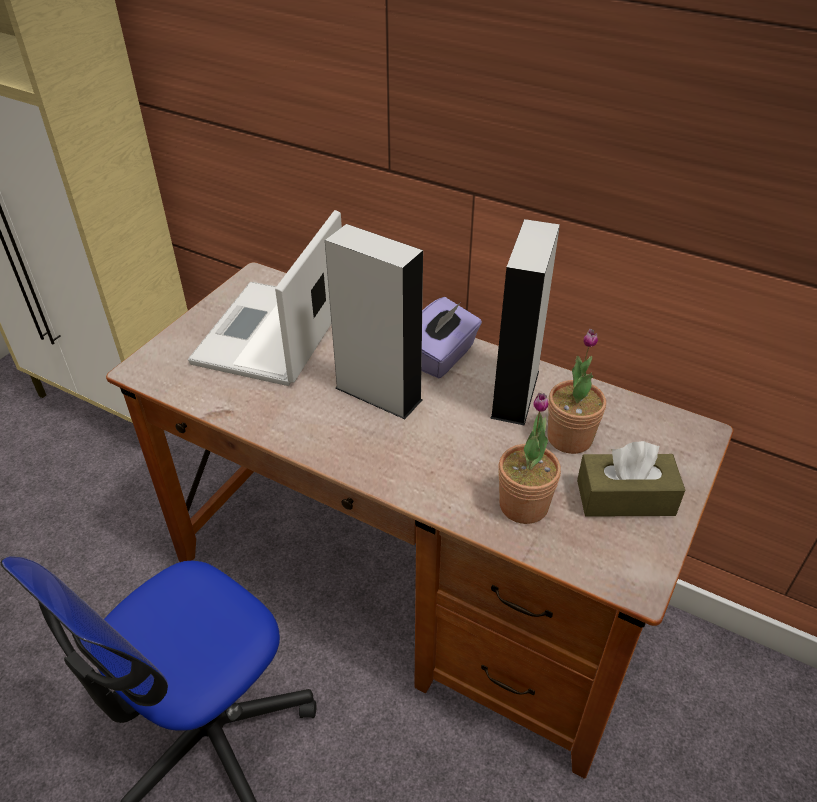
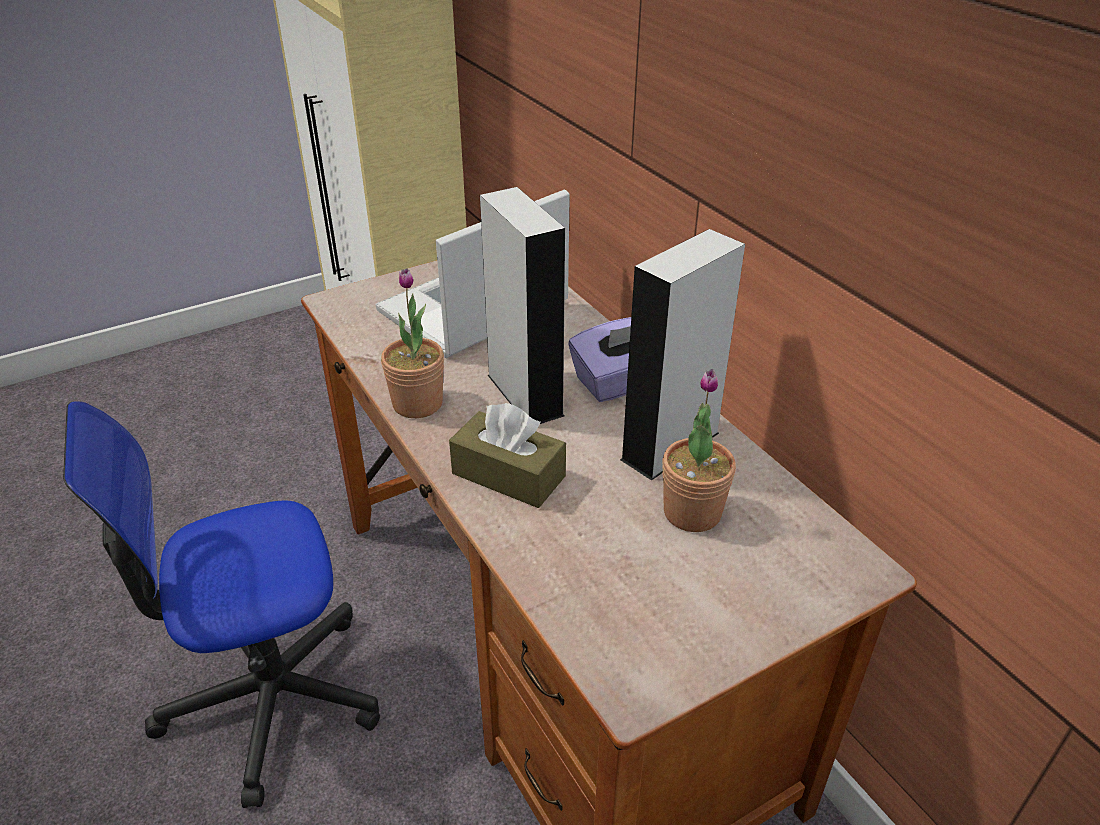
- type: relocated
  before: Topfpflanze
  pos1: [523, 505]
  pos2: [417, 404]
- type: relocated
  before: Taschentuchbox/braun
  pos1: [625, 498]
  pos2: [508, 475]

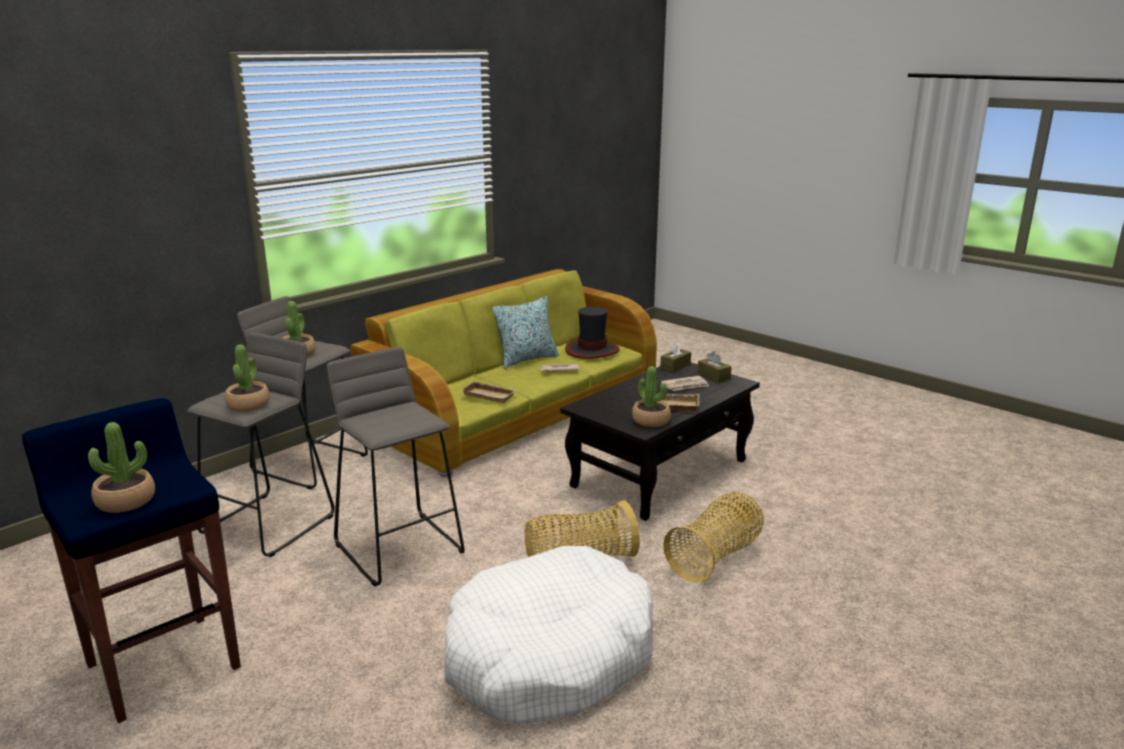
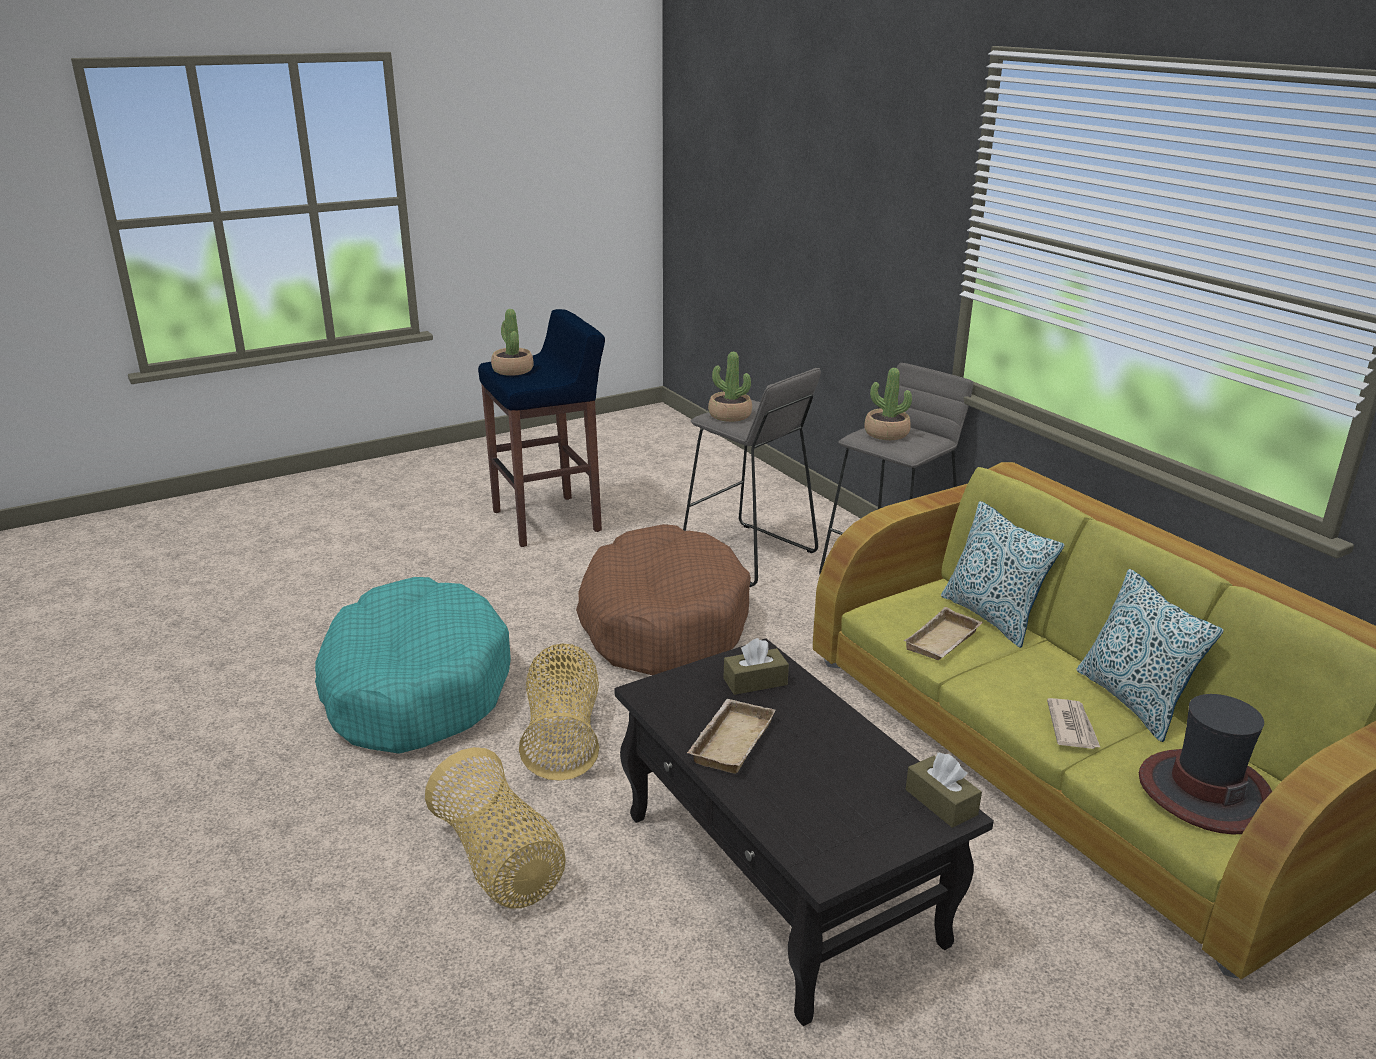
- type: exchanged
  before: Hocker/grau
  after: Hundebett/braun
  pos1: [400, 548]
  pos2: [662, 622]
- type: relocated
  before: Taschentuchbox/braun
  pos1: [713, 376]
  pos2: [755, 681]
- type: missing
  before: Topfpflanze
  pos1: [651, 420]
- type: missing
  before: Zeitung
  pos1: [685, 386]
- type: colour
  before: Hundebett/weiß
  after: Hundebett/türkis
  pos1: [549, 656]
  pos2: [414, 687]
- type: appeared
  after: Kissen
  pos2: [991, 617]

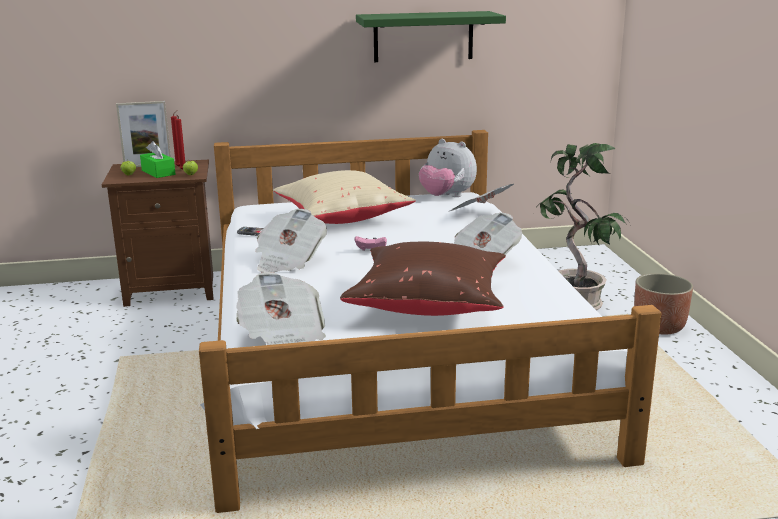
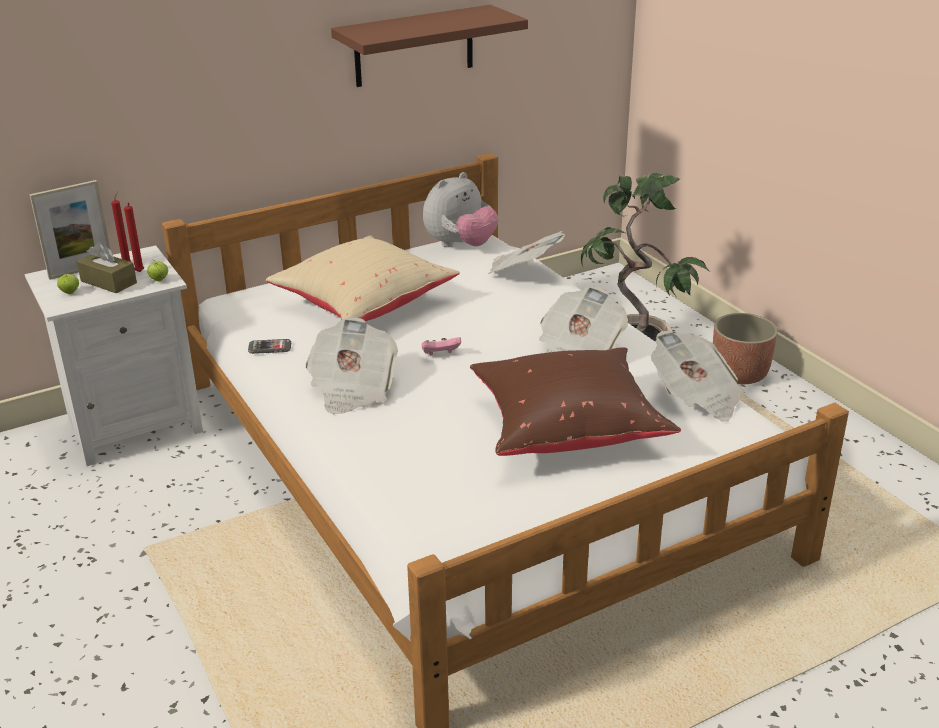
- type: colour
  before: Wandregal/grün
  after: Wandregal/braun
  pos1: [423, 36]
  pos2: [414, 46]
- type: spun
  before: Plüschtier
  pos1: [446, 197]
  pos2: [460, 245]
  turn: -60
- type: colour
  before: Taschentuchbox/grün
  after: Taschentuchbox/braun
  pos1: [158, 172]
  pos2: [108, 282]
- type: colour
  before: Nachttisch/braun
  after: Nachttisch/weiß
  pos1: [171, 289]
  pos2: [133, 425]
- type: relocated
  before: Zeitung
  pos1: [282, 337]
  pos2: [696, 397]

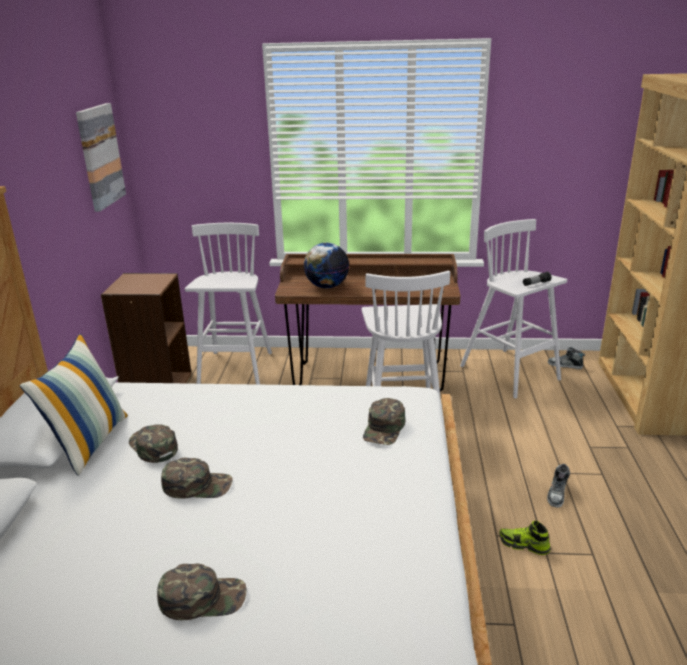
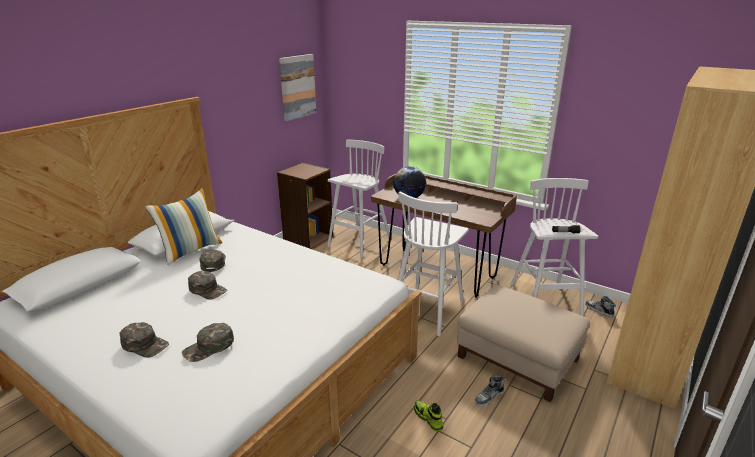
- type: relocated
  before: Kappe/grün
  pos1: [384, 428]
  pos2: [209, 347]
- type: appeared
  after: Polsterhocker/beige
  pos2: [518, 358]

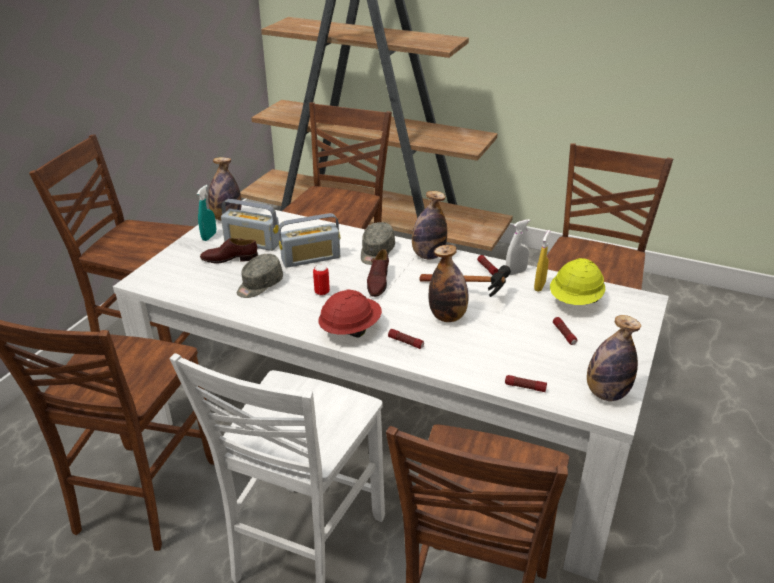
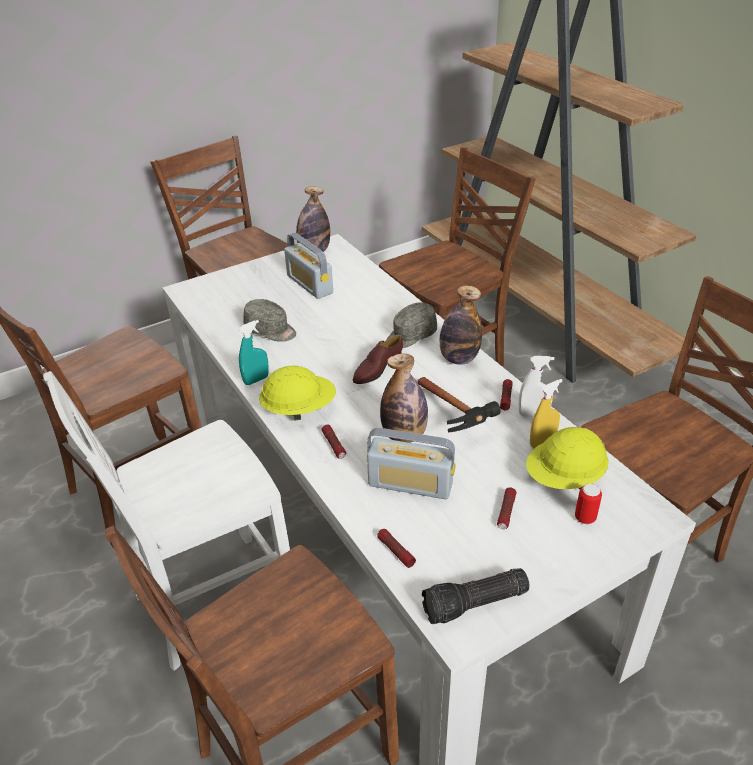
- type: relocated
  before: Sprühflasche/türkis
  pos1: [209, 236]
  pos2: [256, 380]
- type: relocated
  before: Radio
  pos1: [311, 258]
  pos2: [410, 484]
- type: missing
  before: Schuh/braun
  pos1: [229, 259]
- type: spun
  before: Kappe/grau
  pos1: [259, 285]
  pos2: [271, 330]
  turn: -135
- type: relocated
  before: Dose
  pos1: [322, 292]
  pos2: [585, 518]
- type: colour
  before: Schutzhelm/rot
  after: Schutzhelm/gelb
  pos1: [350, 330]
  pos2: [299, 409]
- type: exchanged
  before: Flasche
  after: Taschenlampe
  pos1: [606, 393]
  pos2: [475, 605]

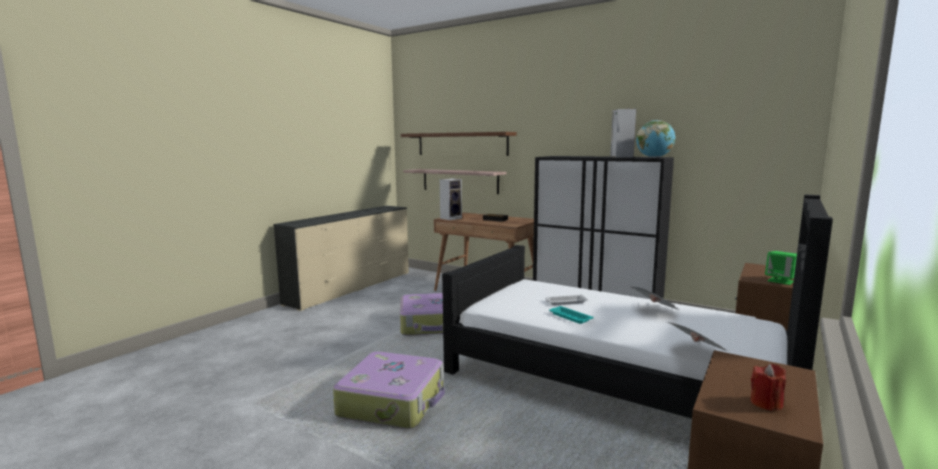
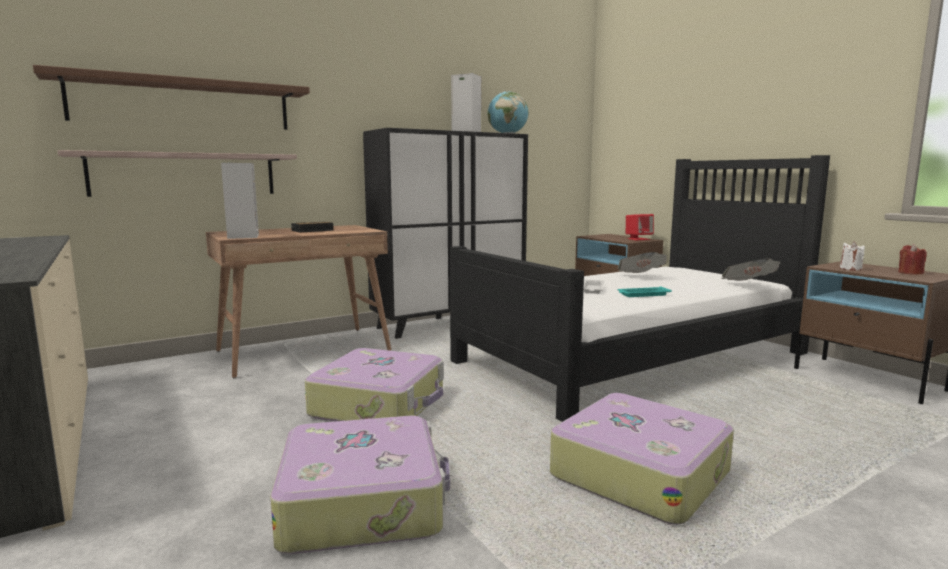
- type: colour
  before: Lautsprecher/grün
  after: Lautsprecher/rot
  pos1: [781, 281]
  pos2: [638, 239]
- type: appeared
  after: Kerze/weiß
  pos2: [850, 269]
- type: appeared
  after: Koffer
  pos2: [363, 501]

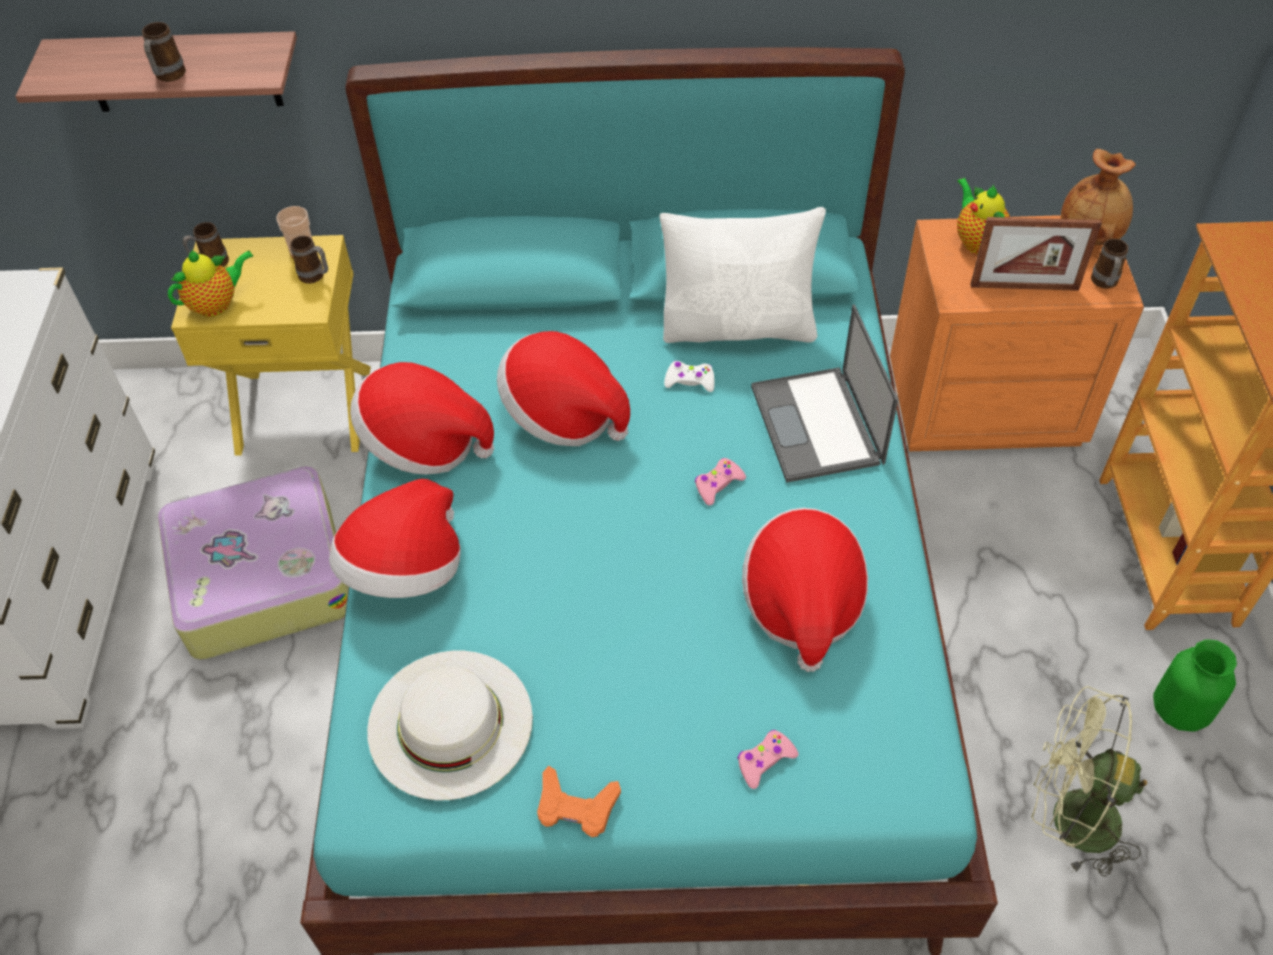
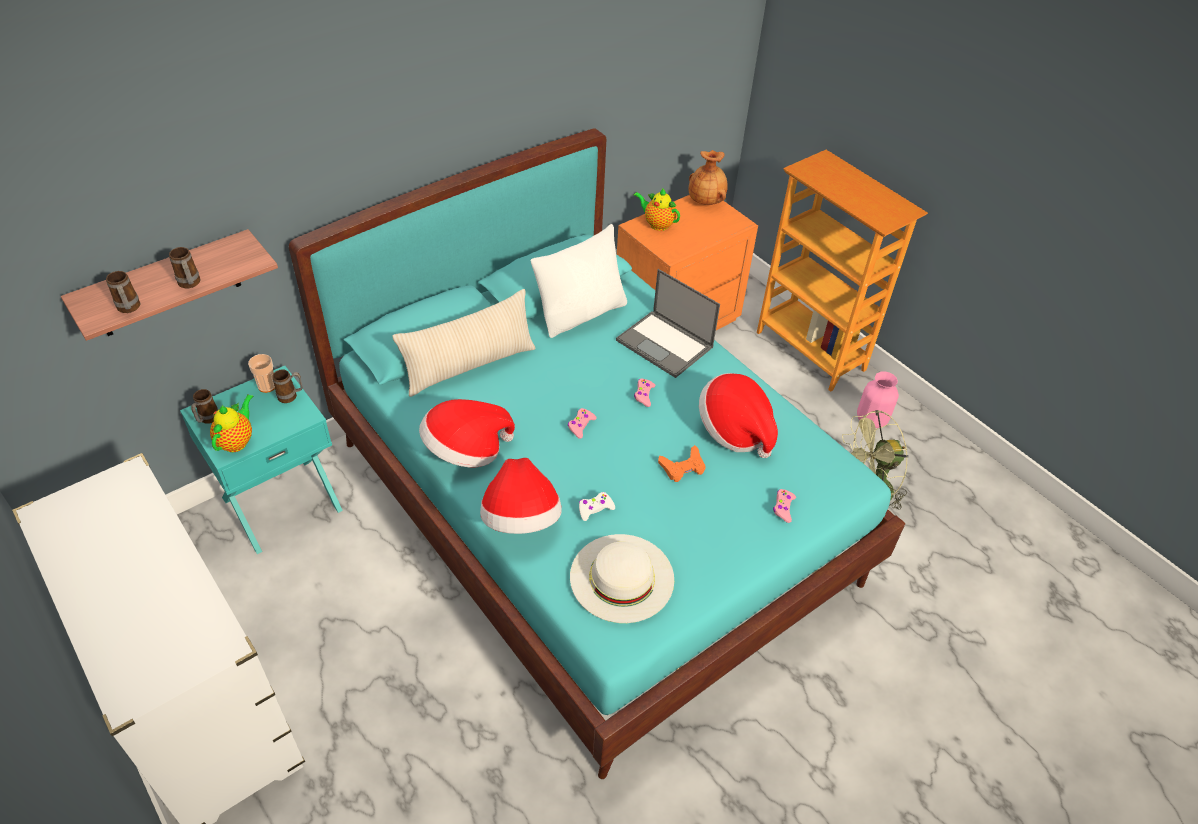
- type: missing
  before: Bilderrahmen
  pos1: [1024, 287]
- type: colour
  before: Nachttisch/gelb
  after: Nachttisch/türkis
  pos1: [305, 408]
  pos2: [281, 502]
- type: relocated
  before: Henkelbecher
  pos1: [1104, 284]
  pos2: [129, 309]
- type: missing
  before: Hut
  pos1: [563, 414]
- type: relocated
  before: Gamepad/weiß
  pos1: [690, 381]
  pos2: [595, 509]
- type: missing
  before: Koffer
  pos1: [261, 575]
- type: colour
  before: Vase/grün
  after: Vase/rosa
  pos1: [1180, 709]
  pos2: [871, 419]
- type: relocated
  before: Gamepad/orange
  pos1: [576, 806]
  pos2: [683, 467]
- type: appeared
  after: Kissen/beige
  pos2: [469, 366]
- type: appeared
  after: Gamepad/rosa
  pos2: [581, 425]

